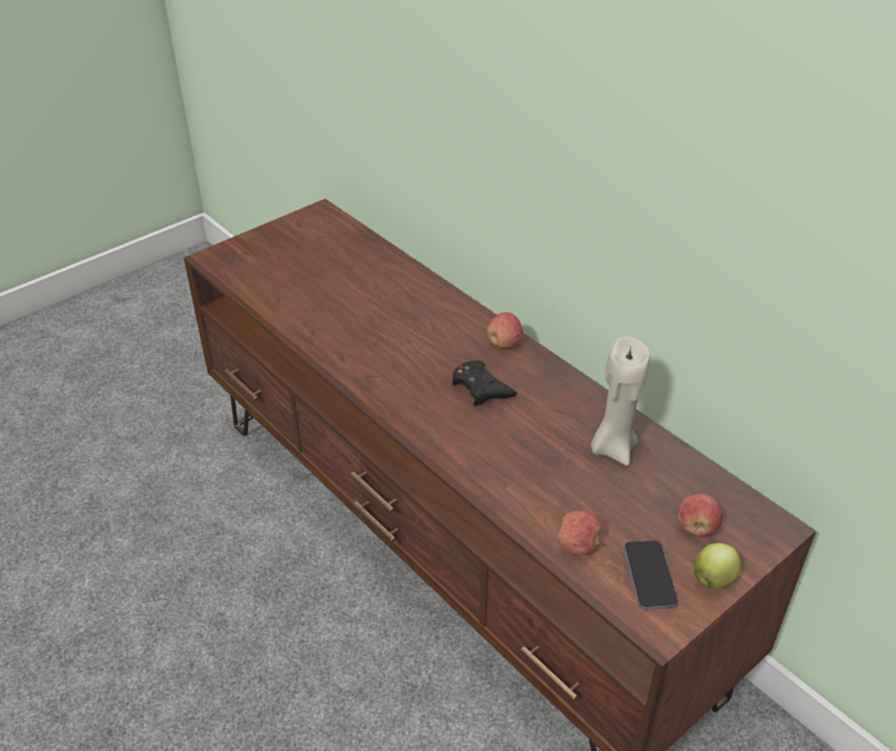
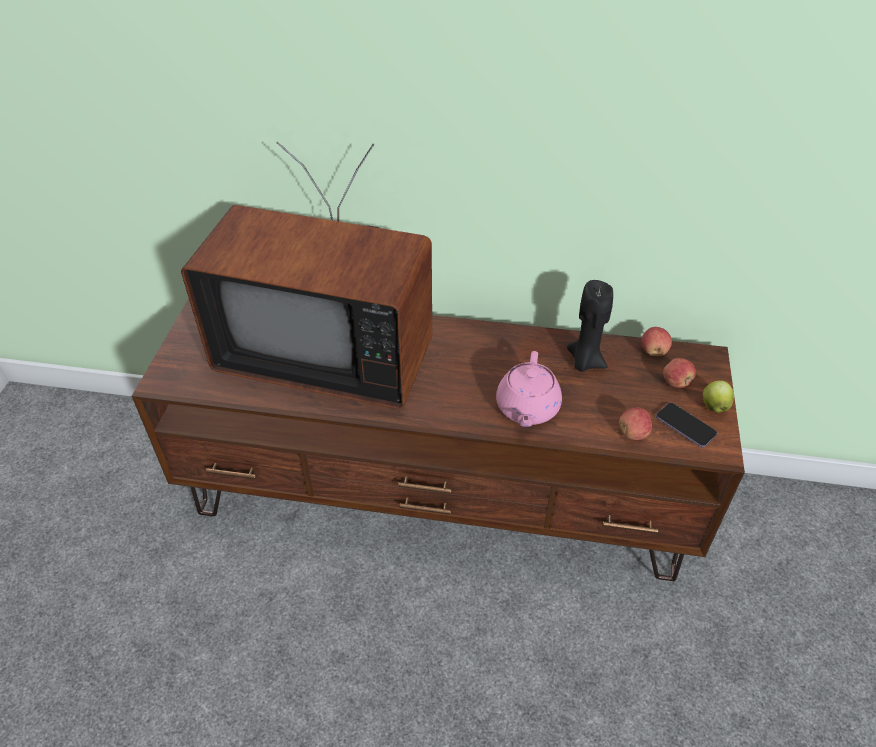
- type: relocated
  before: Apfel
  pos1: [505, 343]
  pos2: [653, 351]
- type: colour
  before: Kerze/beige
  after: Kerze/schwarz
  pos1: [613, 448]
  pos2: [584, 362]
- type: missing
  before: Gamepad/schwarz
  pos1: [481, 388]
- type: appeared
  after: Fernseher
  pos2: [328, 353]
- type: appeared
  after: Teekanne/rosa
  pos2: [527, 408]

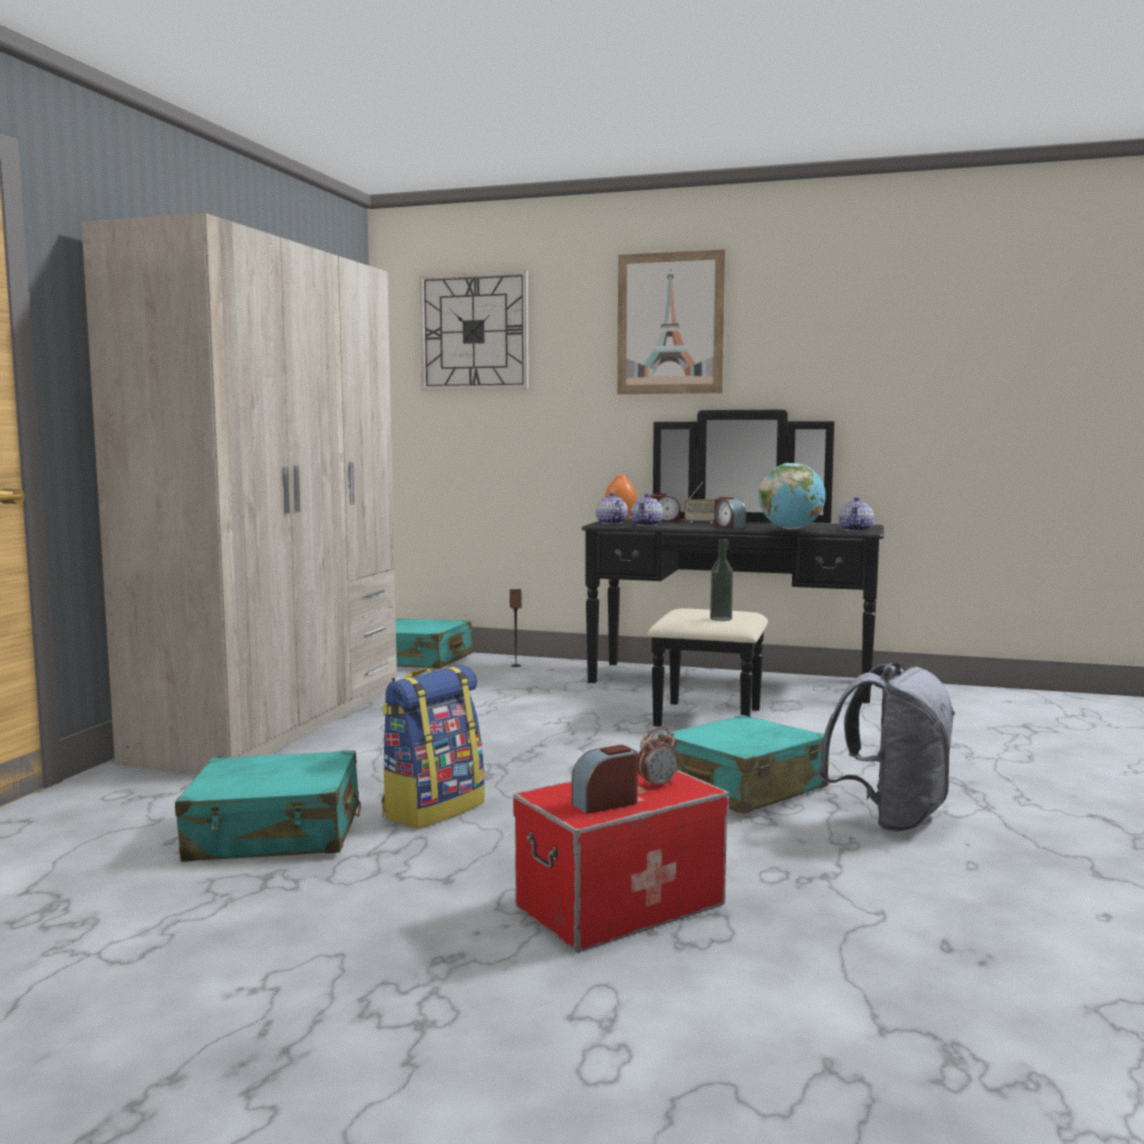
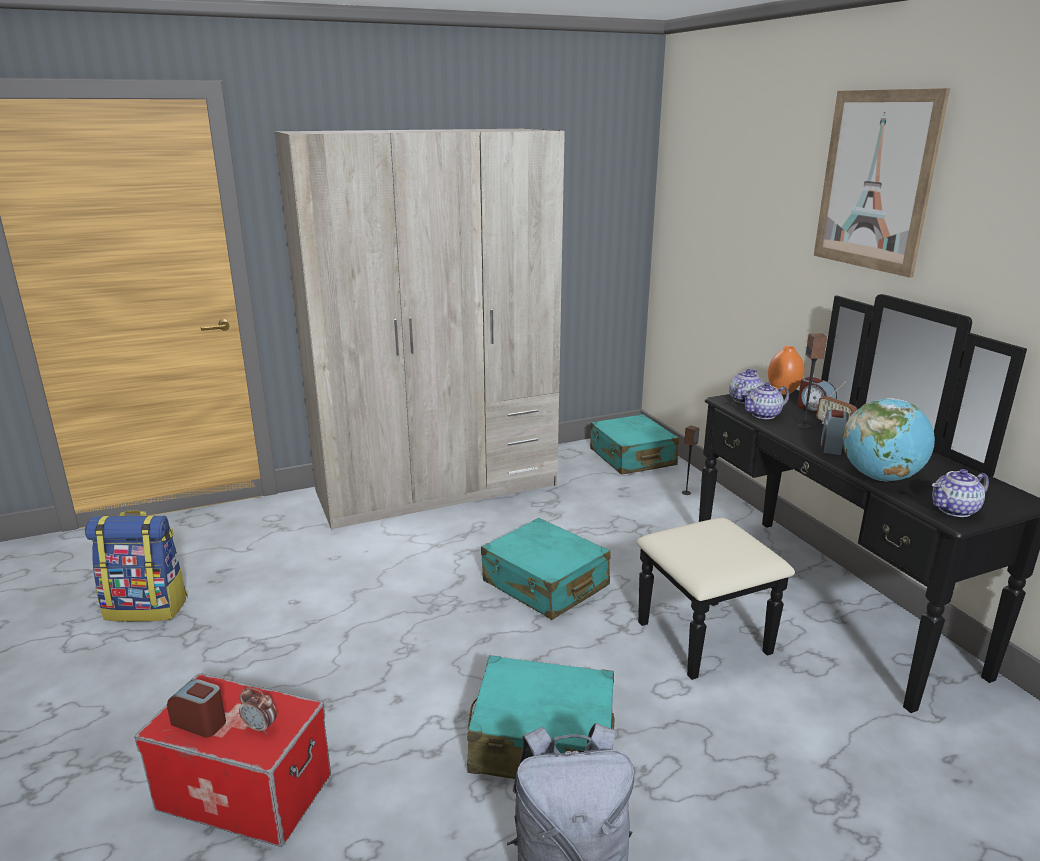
- type: missing
  before: Wanduhr
  pos1: [474, 332]
- type: missing
  before: Flasche
  pos1: [721, 619]
- type: relocated
  before: Rucksack
  pos1: [433, 809]
  pos2: [148, 607]
- type: relocated
  before: Koffer/türkis
  pos1: [275, 834]
  pos2: [545, 584]
- type: appeared
  after: Lautsprecher
  pos2: [804, 426]

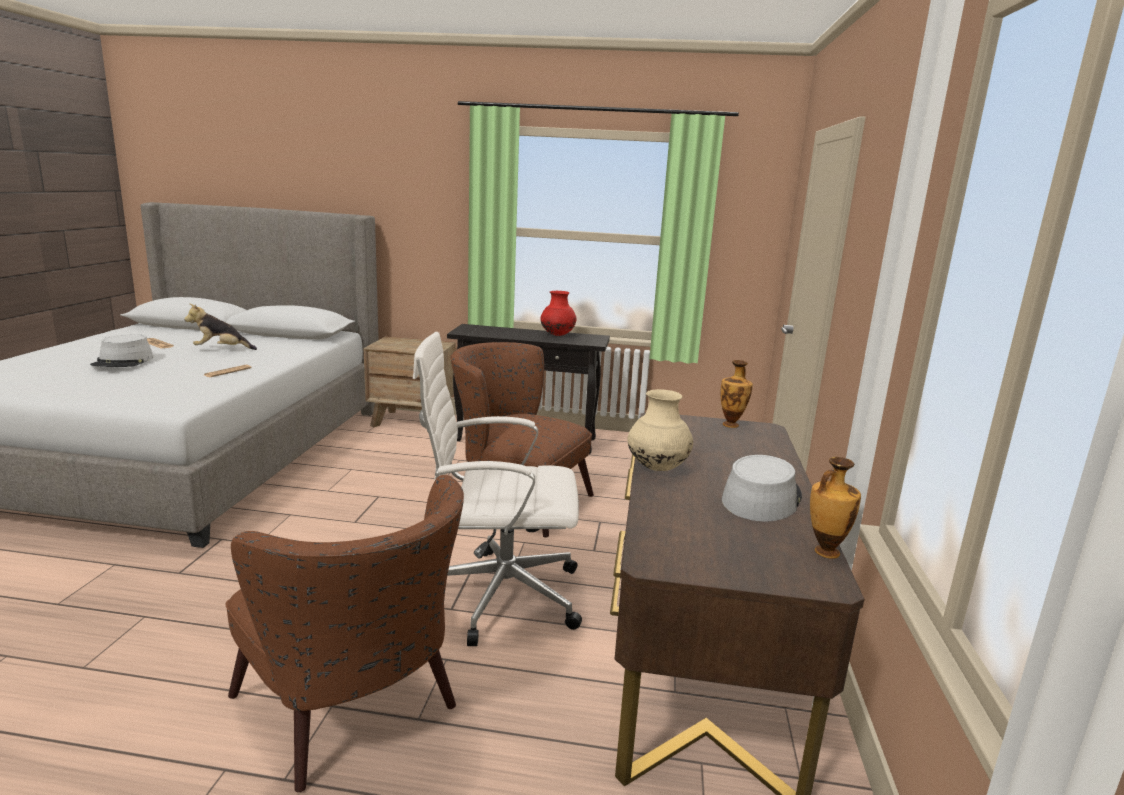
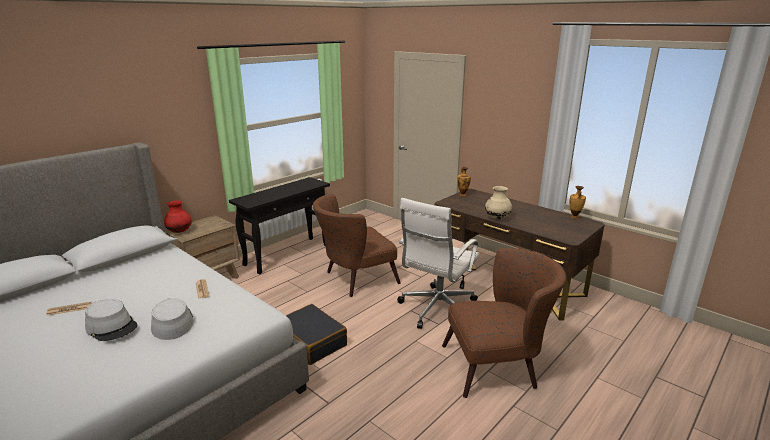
- type: relocated
  before: Vase/rot
  pos1: [557, 335]
  pos2: [179, 231]
- type: missing
  before: Plüschtier
  pos1: [221, 350]
- type: relocated
  before: Hut/grau
  pos1: [761, 498]
  pos2: [172, 322]
- type: appeared
  after: Koffer/schwarz
  pos2: [311, 342]

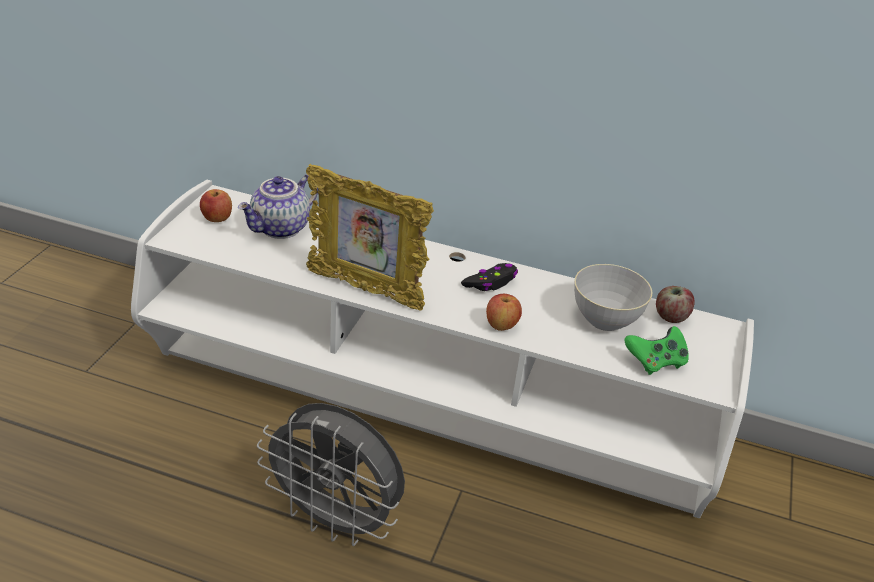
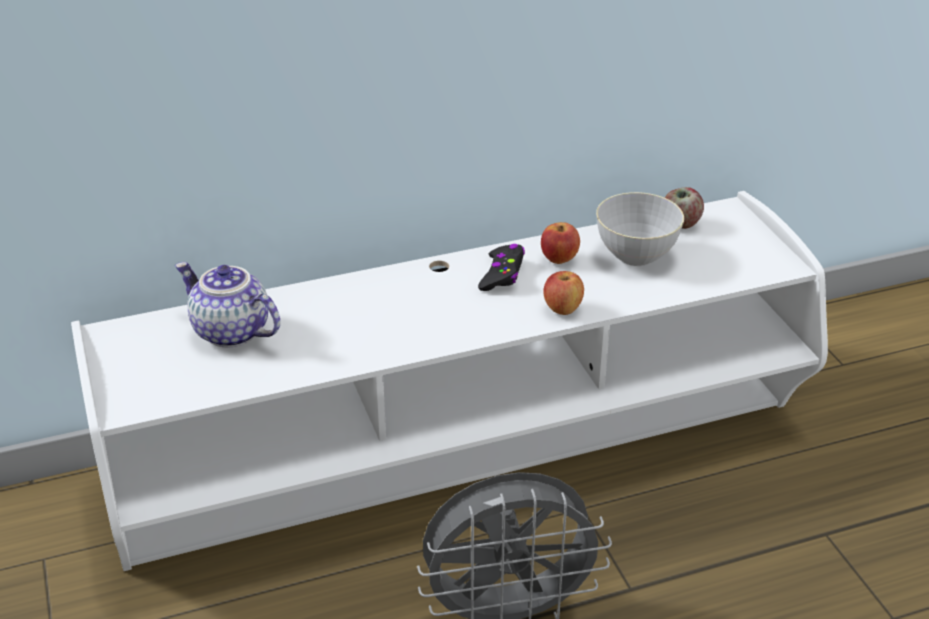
- type: missing
  before: Bilderrahmen
  pos1: [365, 290]
- type: spun
  before: Teekanne
  pos1: [280, 229]
  pos2: [229, 332]
  turn: 120
- type: relocated
  before: Apfel
  pos1: [216, 219]
  pos2: [559, 259]
- type: missing
  before: Gamepad/grün
  pos1: [655, 362]

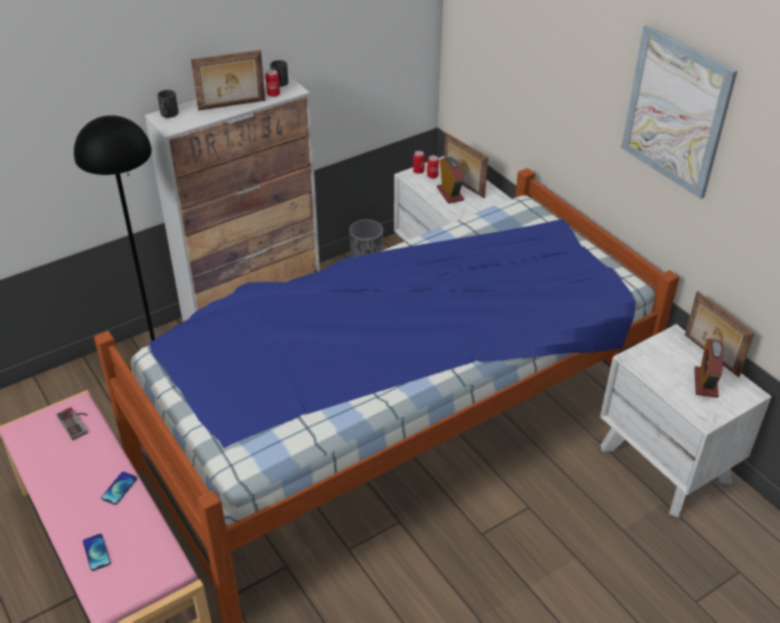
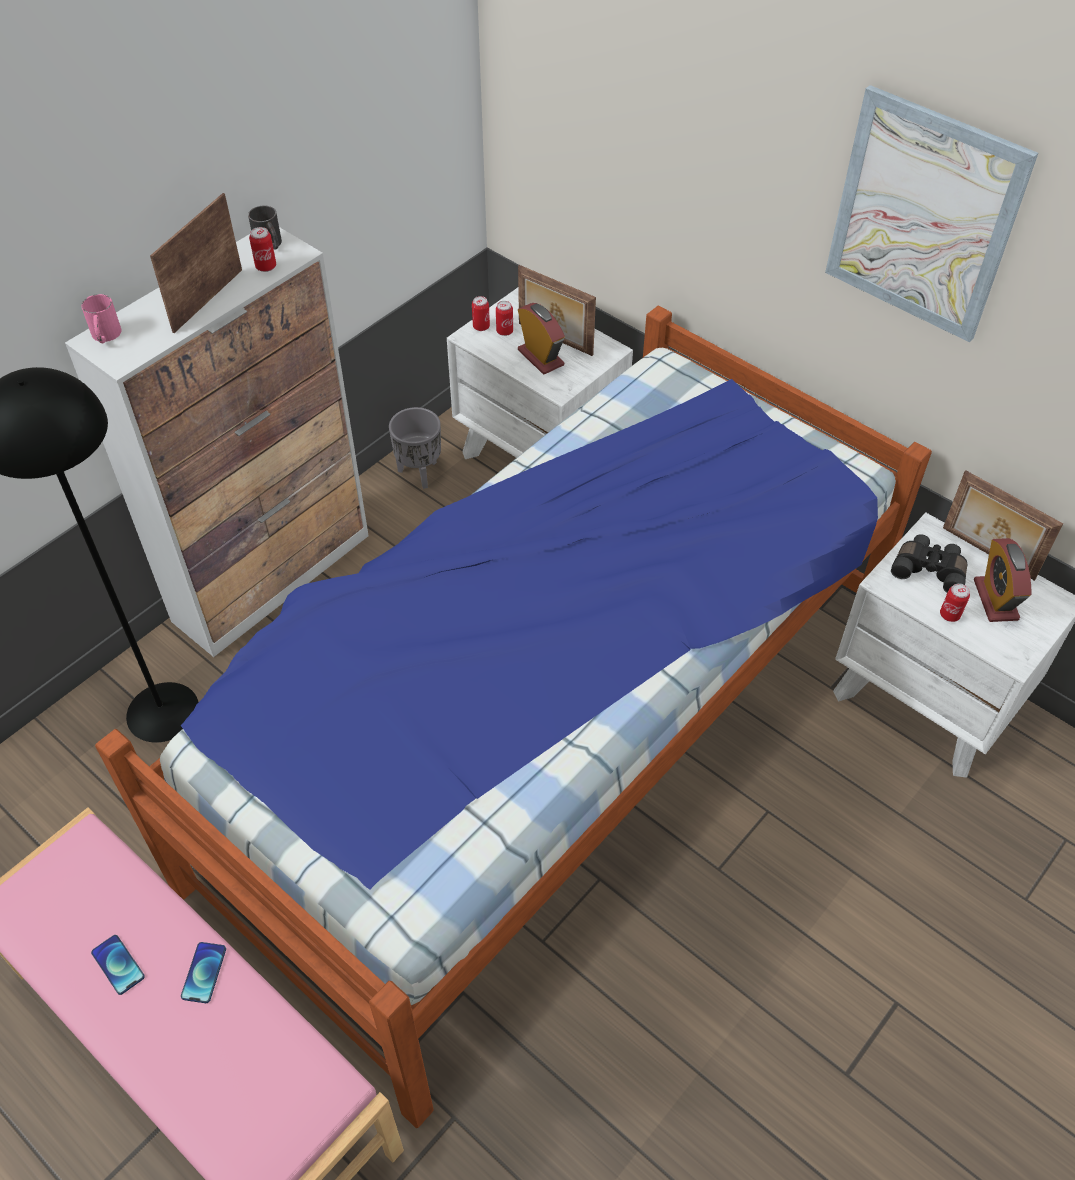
- type: spun
  before: Bilderrahmen
  pos1: [232, 105]
  pos2: [206, 299]
  turn: 150
- type: colour
  before: Henkelbecher/schwarz
  after: Henkelbecher/rosa
  pos1: [168, 115]
  pos2: [105, 336]
- type: missing
  before: Gamepad
  pos1: [76, 422]
- type: relocated
  before: Handy
  pos1: [96, 552]
  pos2: [118, 965]
- type: appeared
  after: Fernglas/schwarz
  pos2: [929, 569]
- type: appeared
  after: Dose
  pos2: [949, 615]

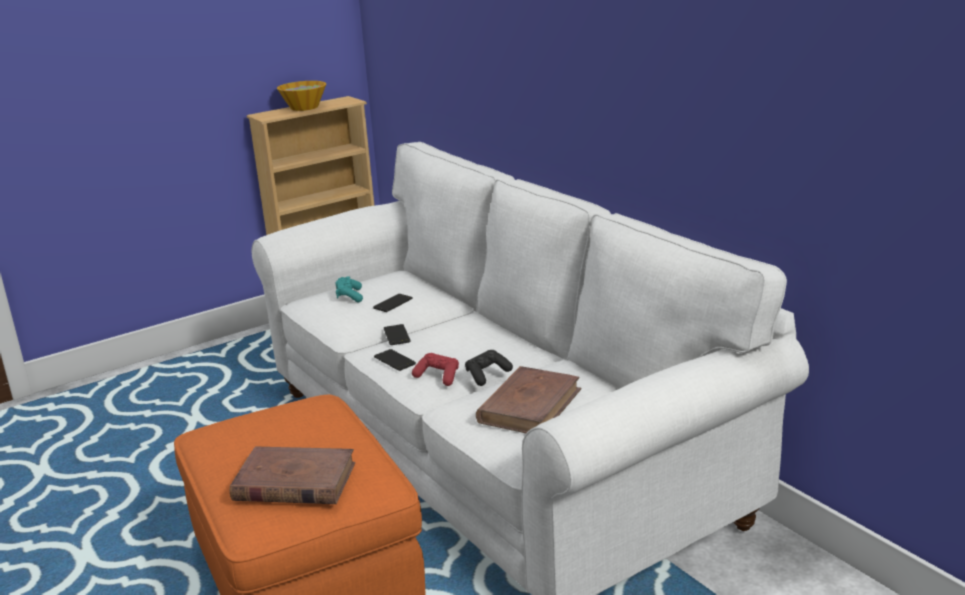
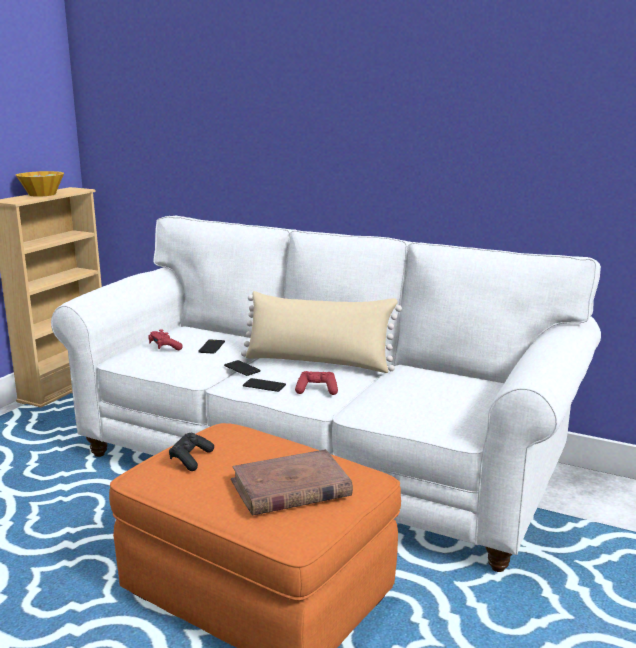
- type: colour
  before: Gamepad/türkis
  after: Gamepad/rot
  pos1: [349, 296]
  pos2: [164, 347]
- type: relocated
  before: Gamepad/schwarz
  pos1: [487, 375]
  pos2: [191, 459]
- type: missing
  before: Buch/braun
  pos1: [530, 406]
- type: appeared
  after: Kissen/beige
  pos2: [318, 362]

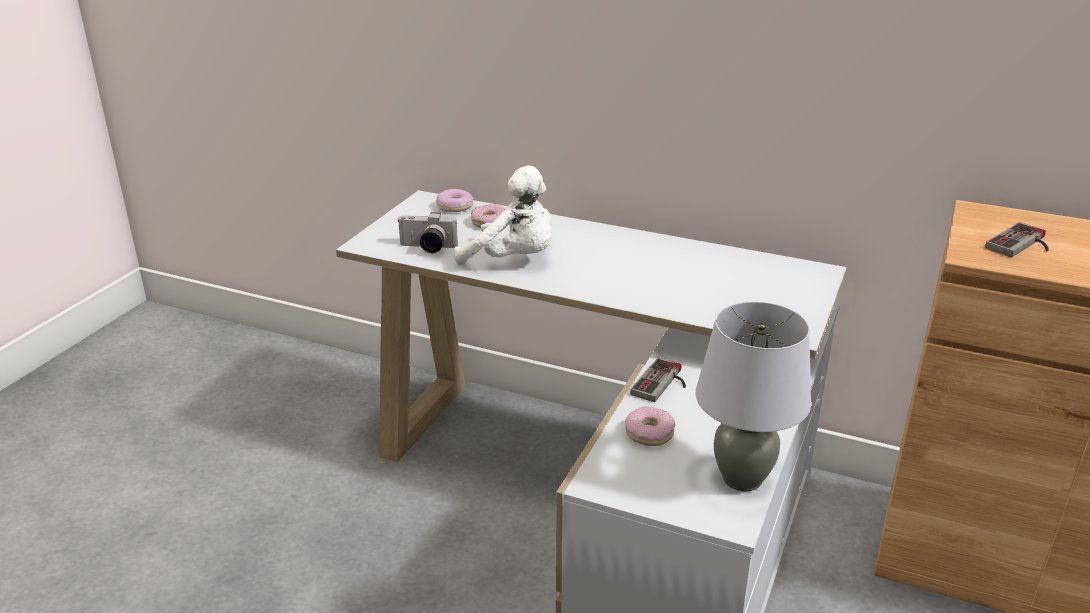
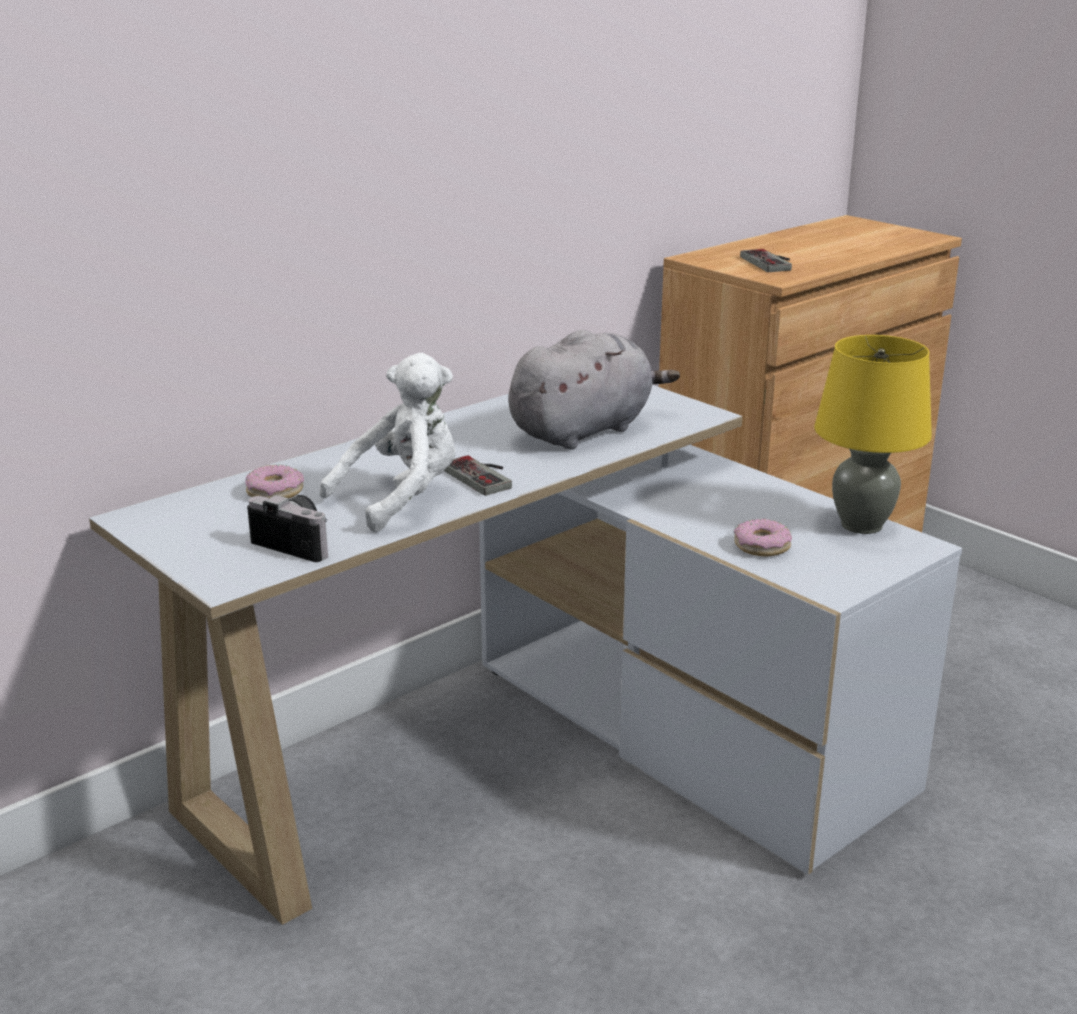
- type: missing
  before: Donut
  pos1: [454, 207]
- type: spun
  before: Kamera
  pos1: [427, 248]
  pos2: [298, 542]
  turn: -90
- type: colour
  before: Tischlampe/grau
  after: Tischlampe/gelb
  pos1: [742, 479]
  pos2: [862, 525]
- type: relocated
  before: Gamepad
  pos1: [663, 384]
  pos2: [484, 476]
- type: appeared
  after: Plüschtier/grau
  pos2: [584, 430]

